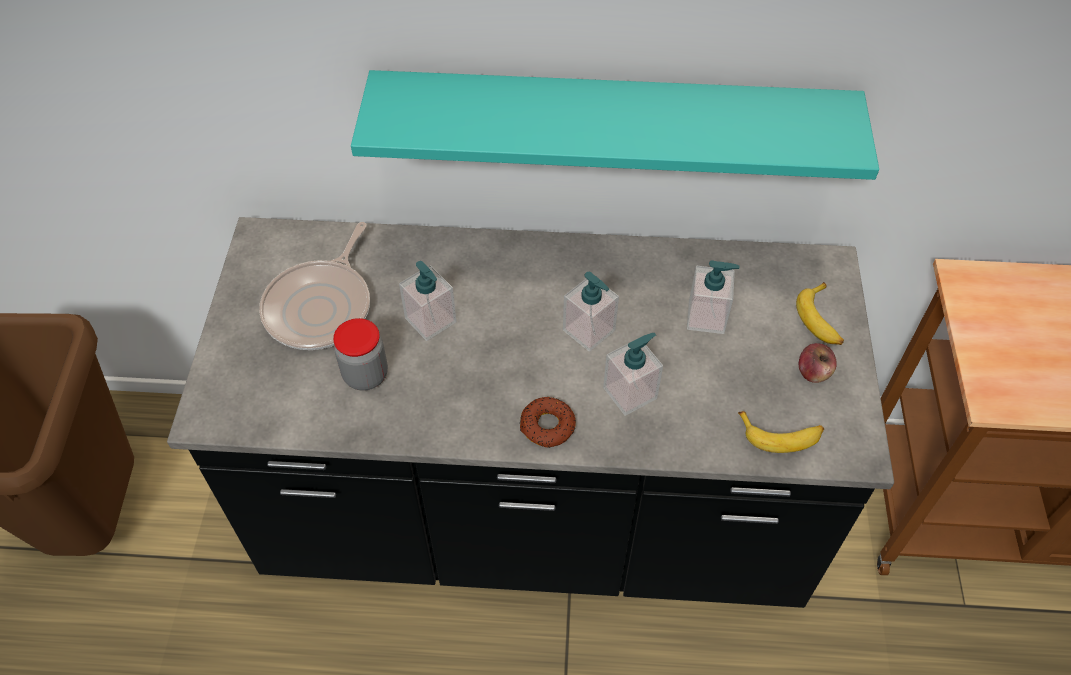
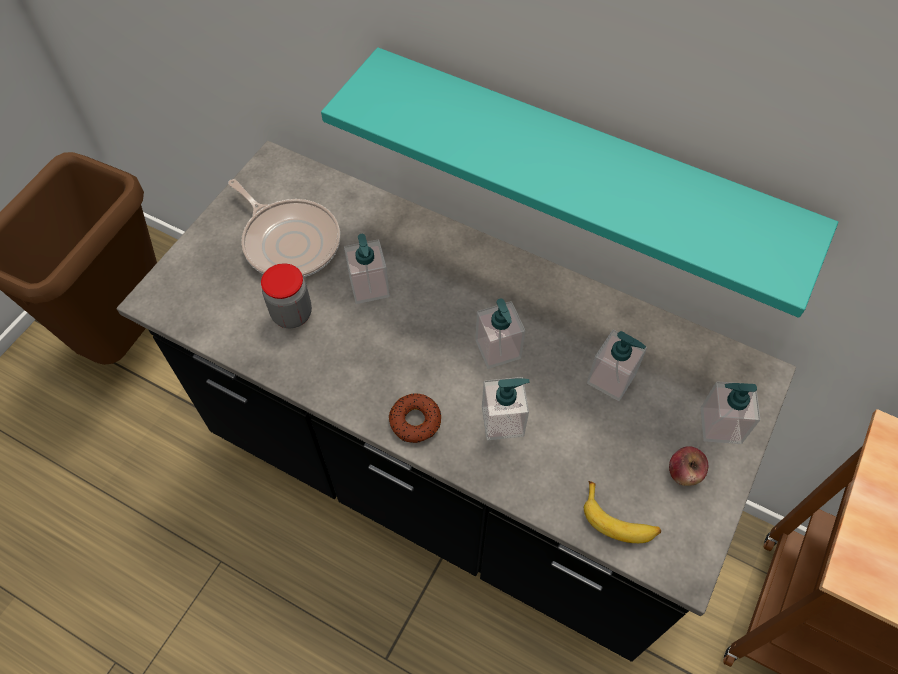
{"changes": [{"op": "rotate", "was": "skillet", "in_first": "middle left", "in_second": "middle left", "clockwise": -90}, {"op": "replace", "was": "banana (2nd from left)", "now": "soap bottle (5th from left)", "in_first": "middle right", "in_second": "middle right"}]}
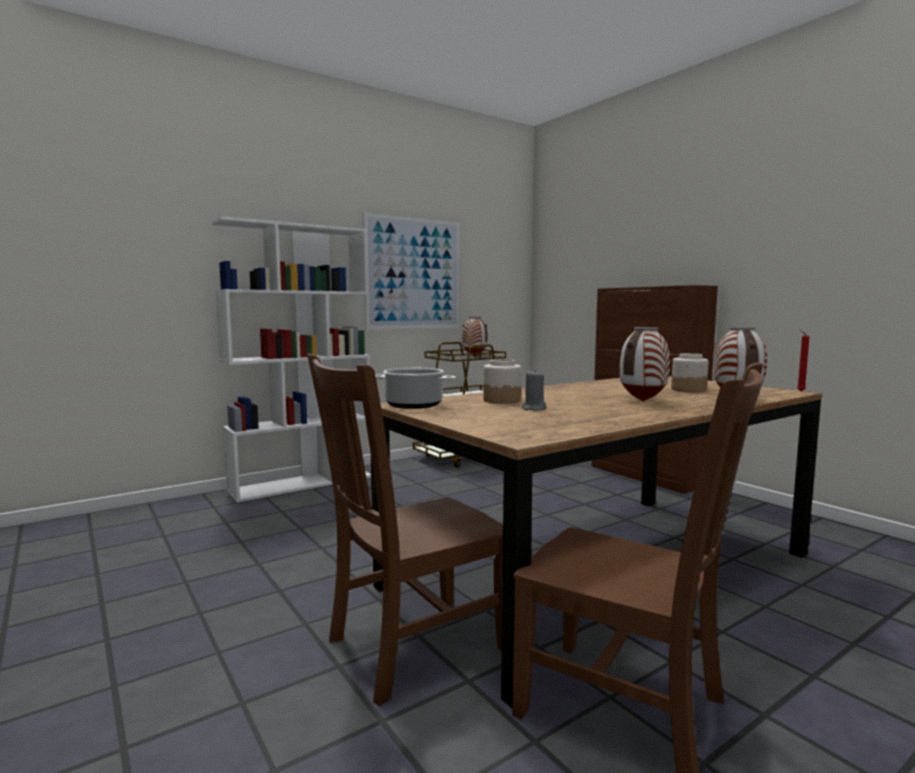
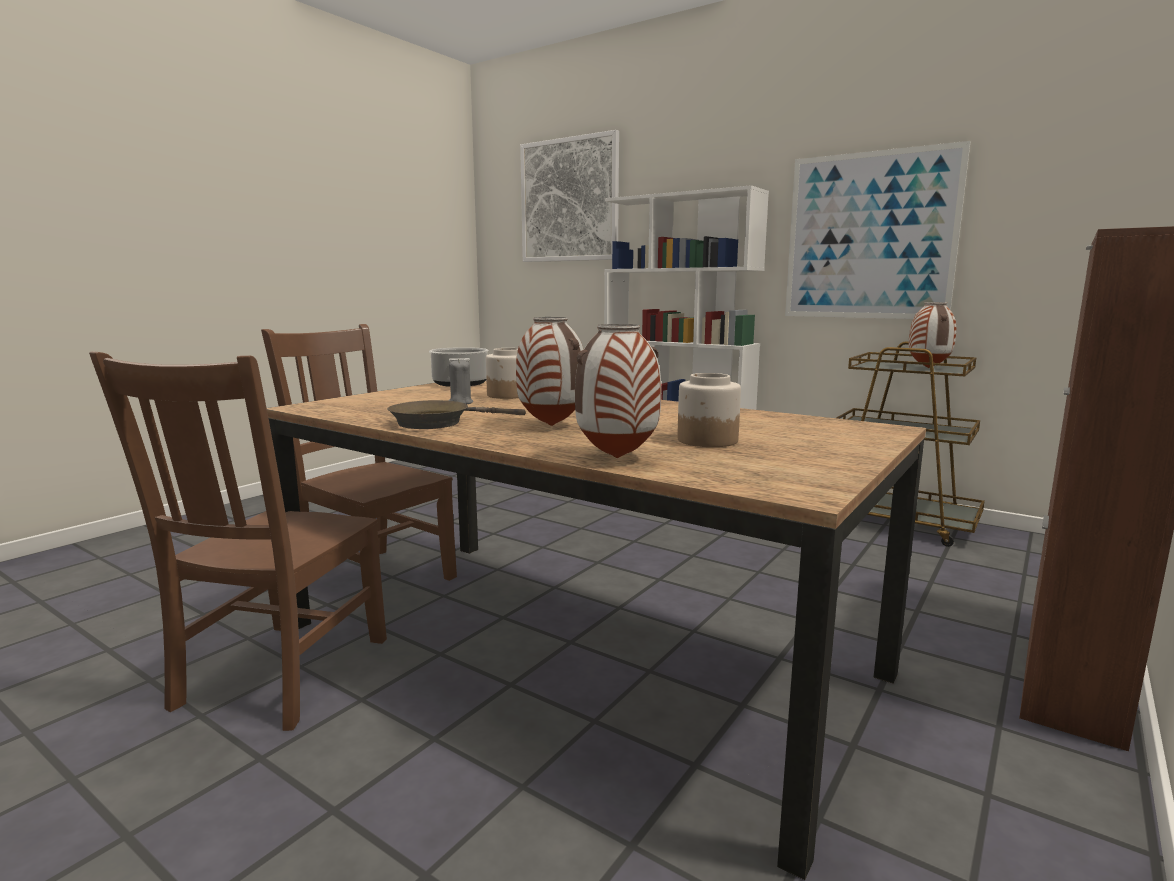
{"changes": [{"op": "delete", "was": "reddish wax light", "in_first": "middle right"}, {"op": "insert", "now": "brown skillet", "in_second": "centre"}, {"op": "insert", "now": "picture (1st from left)", "in_second": "top centre"}]}
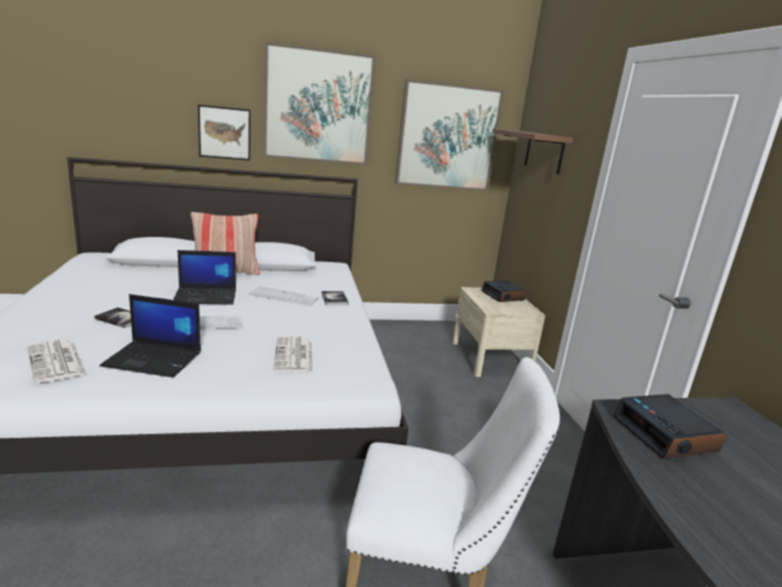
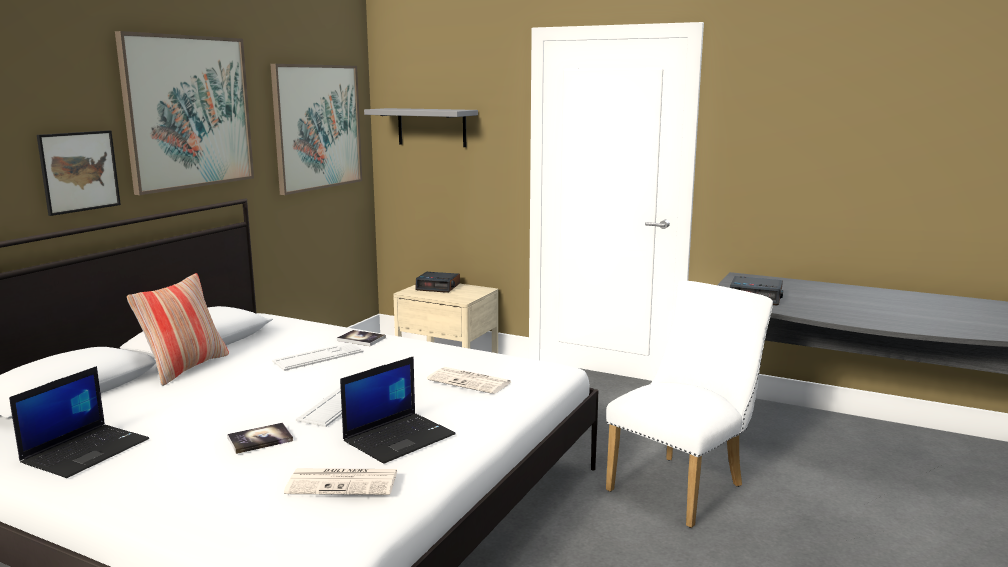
{"changes": [{"op": "move", "was": "notebook computer (2nd from left in the first image)", "now": "notebook computer (1st from left)", "in_first": "middle left", "in_second": "bottom left"}, {"op": "recolor", "was": "brown shelf", "now": "greyish shelf", "in_first": "top right", "in_second": "top centre"}]}
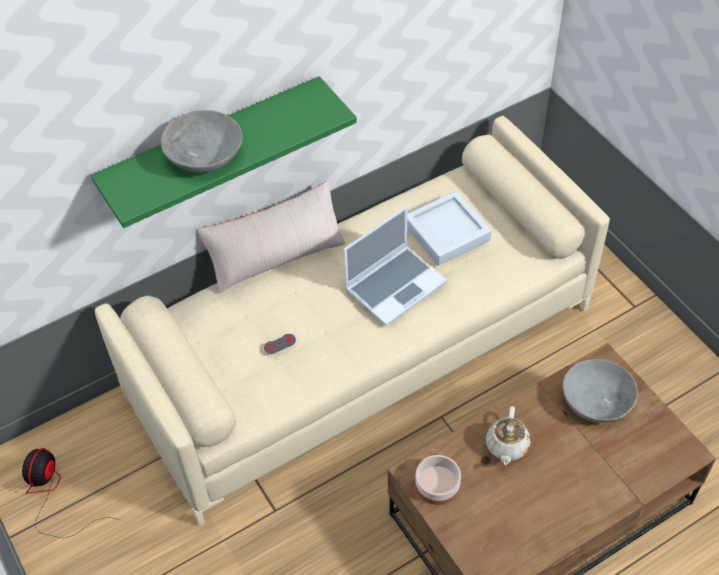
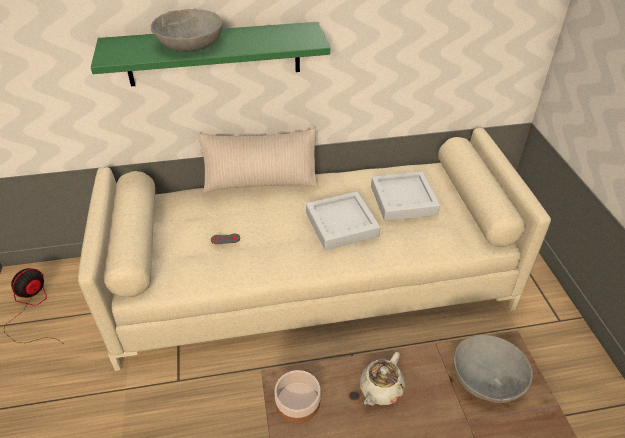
{"changes": [{"op": "replace", "was": "notebook computer", "now": "greyish carrying tray (1st from left)", "in_first": "centre", "in_second": "centre"}]}
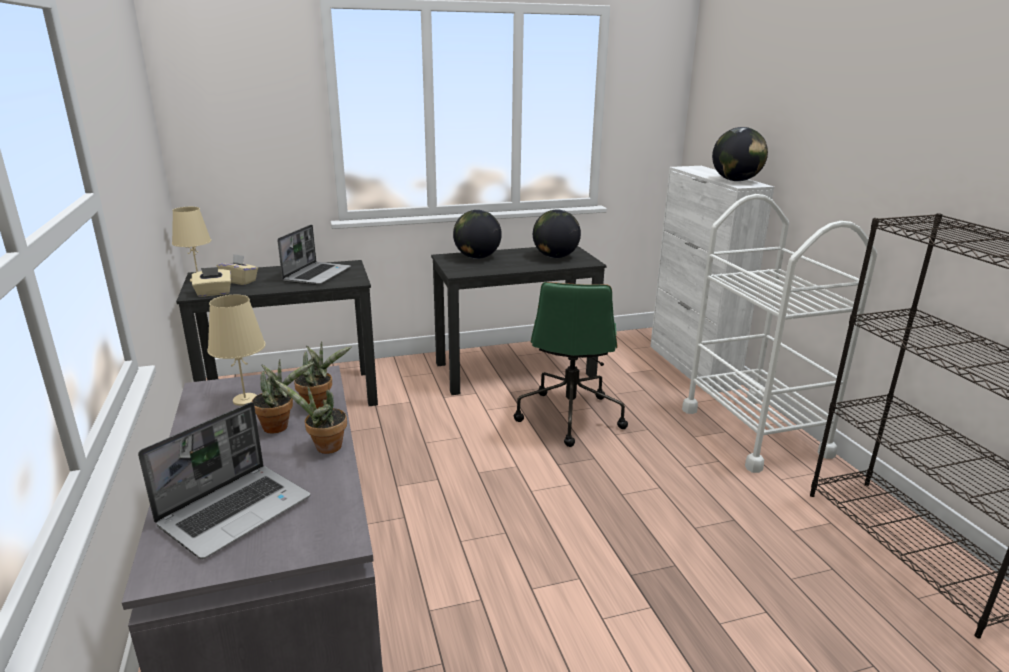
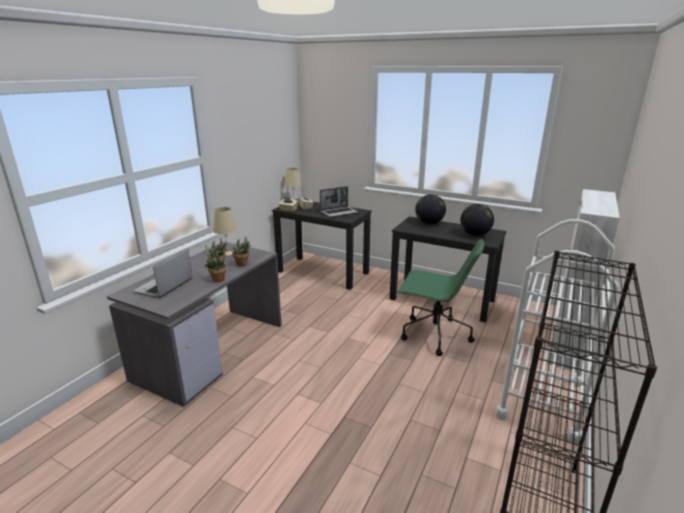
{"changes": [{"op": "rotate", "was": "notebook computer (1st from left)", "in_first": "bottom left", "in_second": "middle left", "clockwise": 120}, {"op": "rotate", "was": "greenish office chair", "in_first": "centre", "in_second": "centre", "clockwise": -120}, {"op": "delete", "was": "desk globe (3rd from left)", "in_first": "top right"}]}
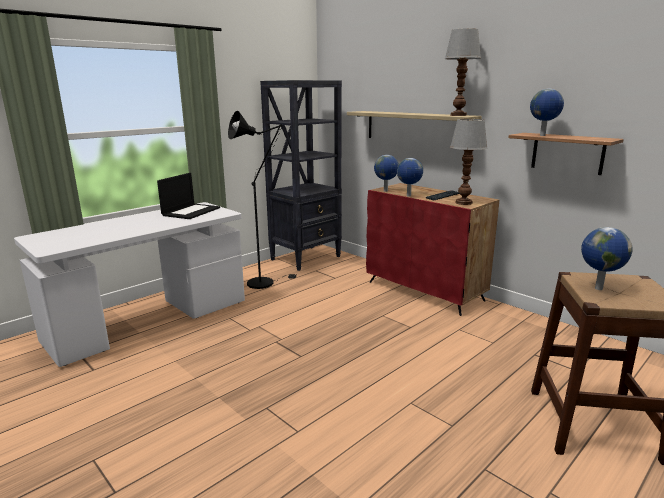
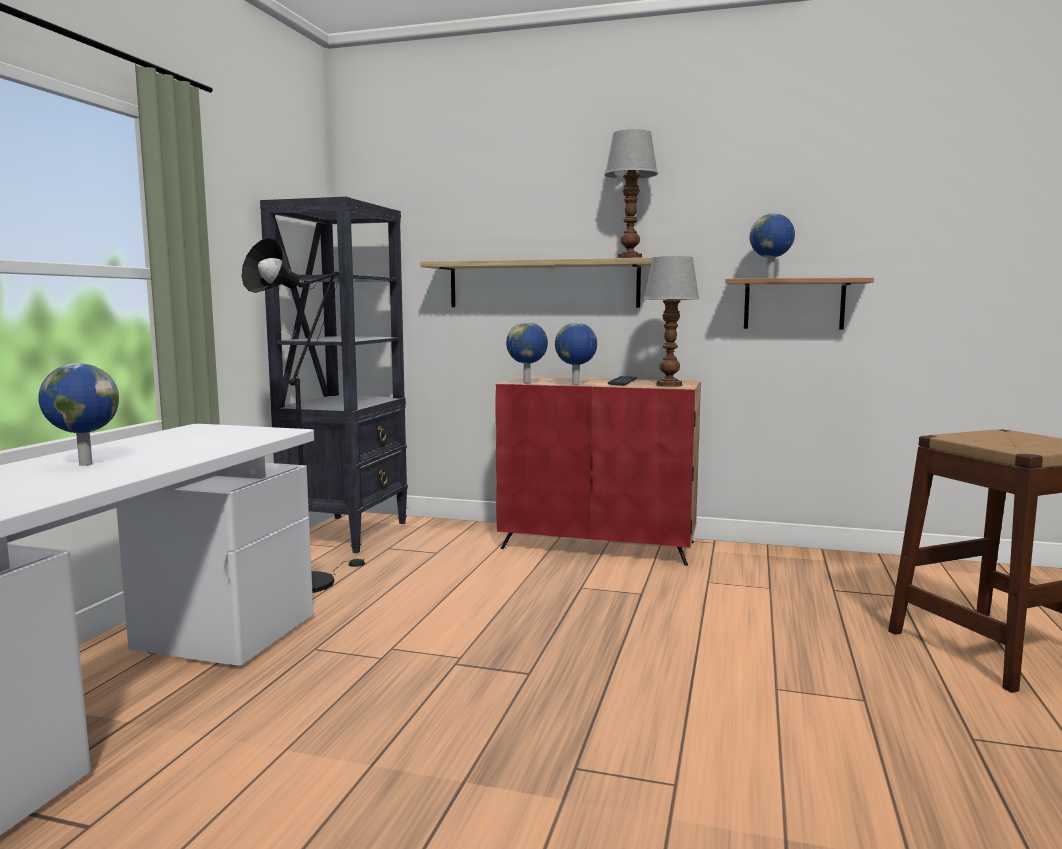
{"changes": [{"op": "delete", "was": "notebook computer", "in_first": "middle left"}, {"op": "move", "was": "desk globe (4th from left in the first image)", "now": "desk globe (1st from left)", "in_first": "middle right", "in_second": "middle left"}]}
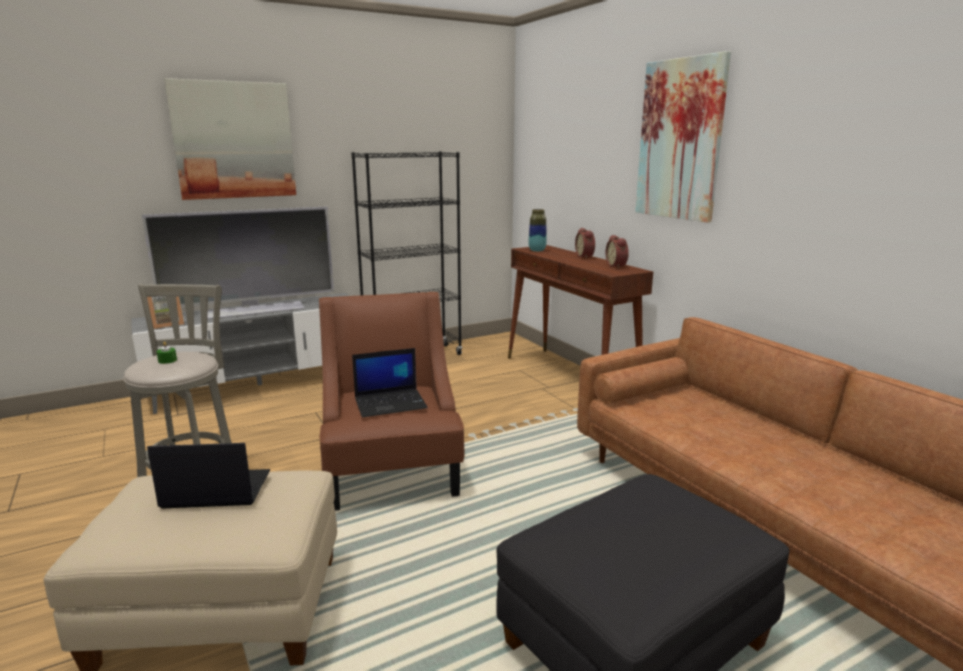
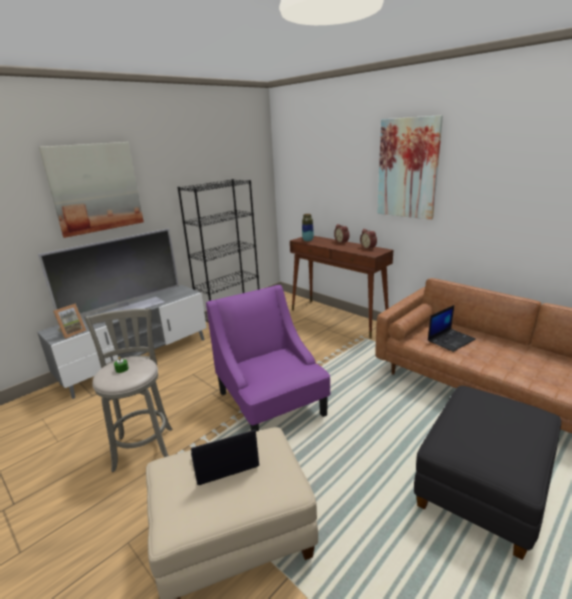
{"changes": [{"op": "recolor", "was": "brown easy chair", "now": "purplish easy chair", "in_first": "centre", "in_second": "centre"}, {"op": "move", "was": "notebook computer (2nd from left)", "in_first": "centre", "in_second": "middle right"}]}
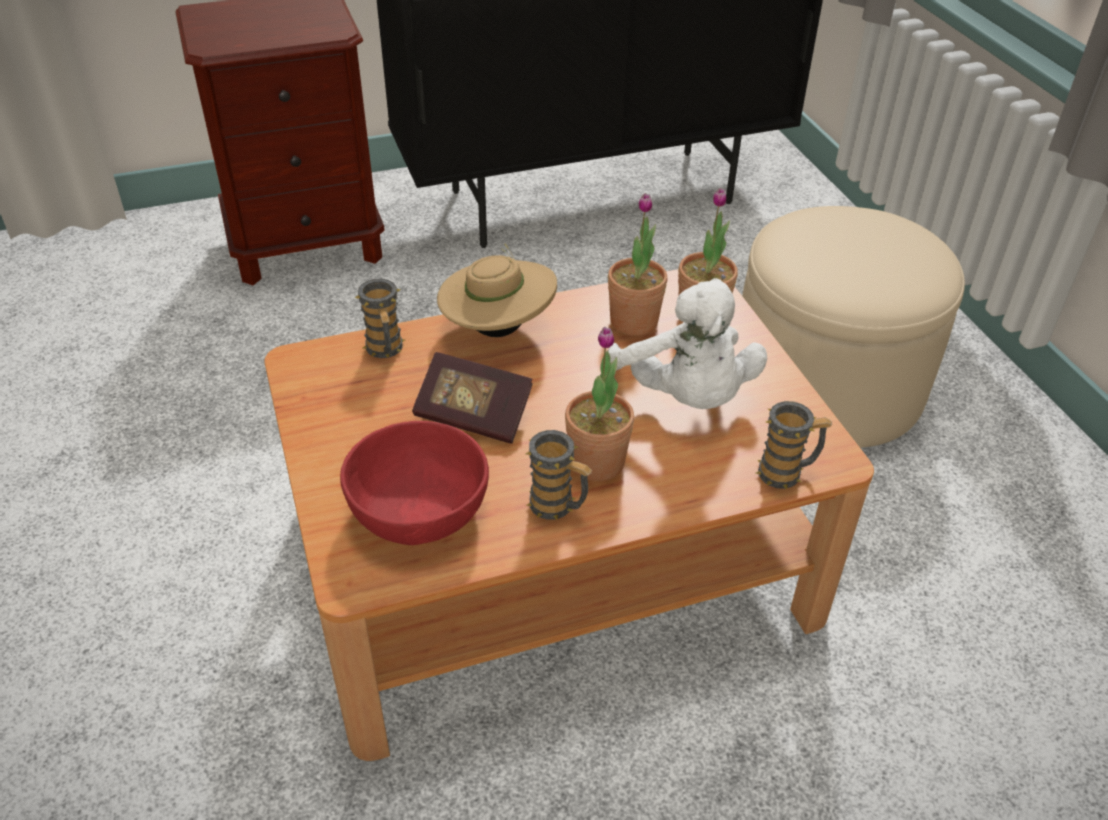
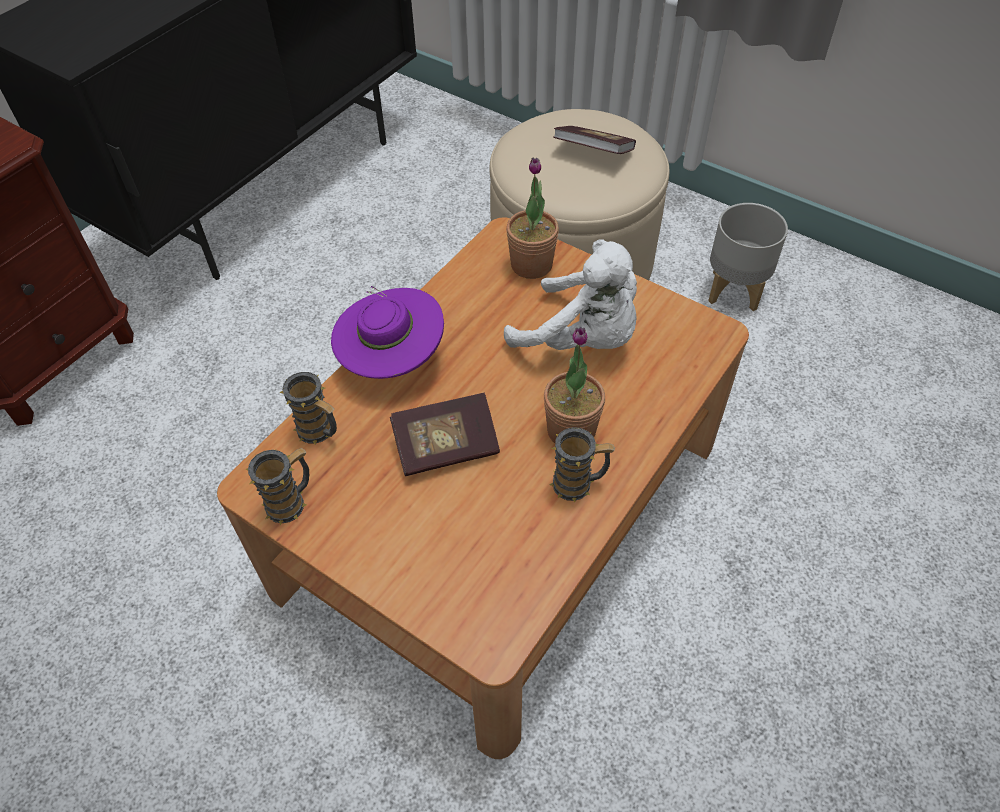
{"changes": [{"op": "delete", "was": "reddish bowl", "in_first": "centre"}, {"op": "recolor", "was": "beige-coloured clothing hat", "now": "purplish clothing hat", "in_first": "centre", "in_second": "centre"}, {"op": "delete", "was": "plant in a pot (2nd from left)", "in_first": "top centre"}, {"op": "move", "was": "mug (3rd from left in the first image)", "now": "mug (1st from left)", "in_first": "middle right", "in_second": "middle left"}, {"op": "insert", "now": "bound book (2nd from left)", "in_second": "top centre"}, {"op": "insert", "now": "greyish plant pot", "in_second": "top right"}]}
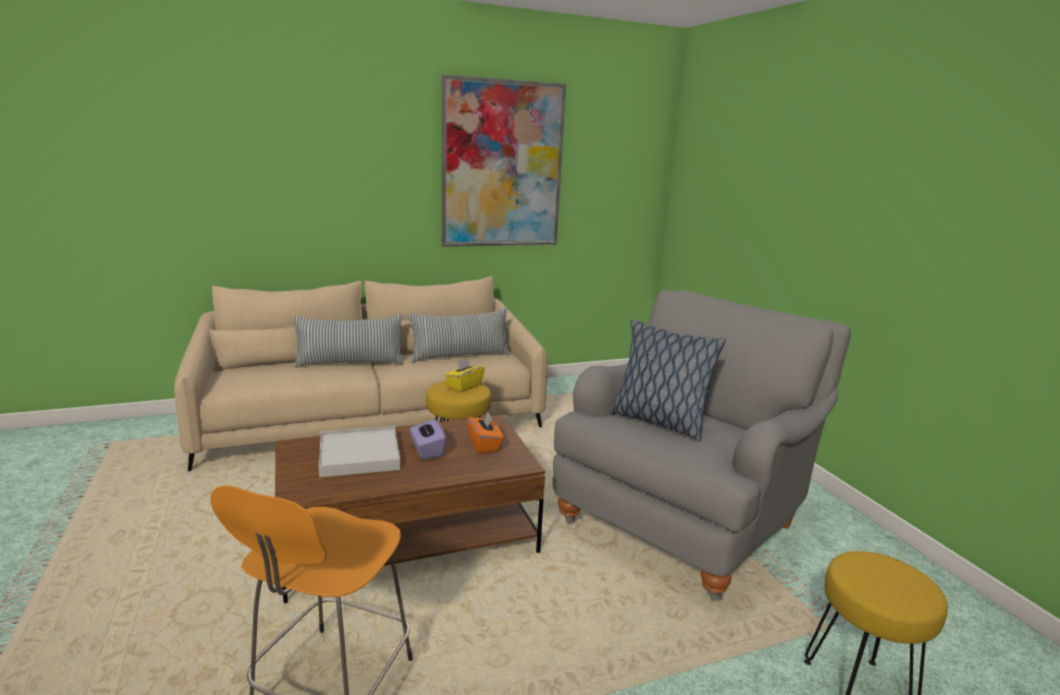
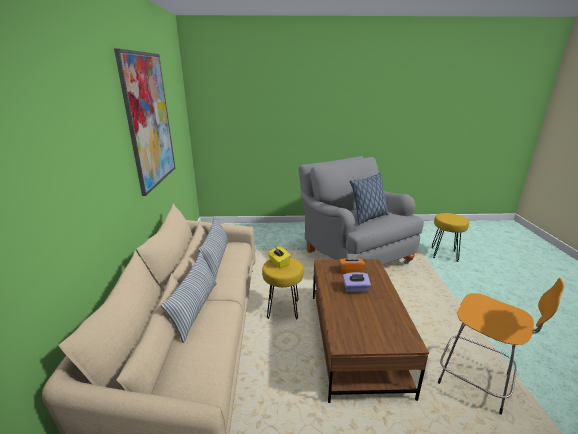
{"changes": [{"op": "delete", "was": "white carrying tray", "in_first": "centre"}]}
